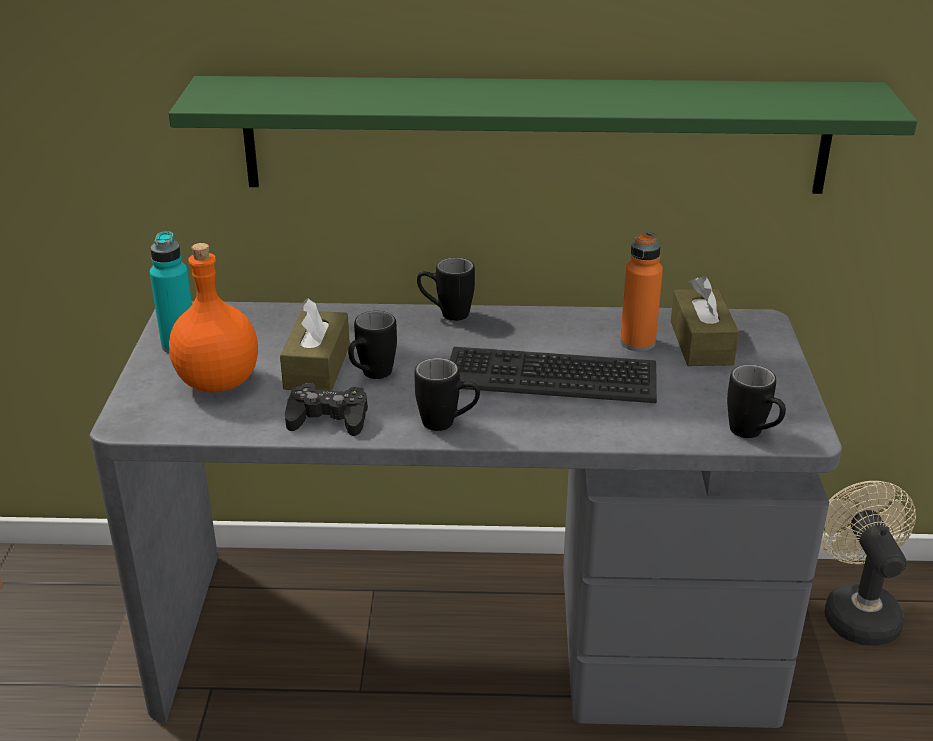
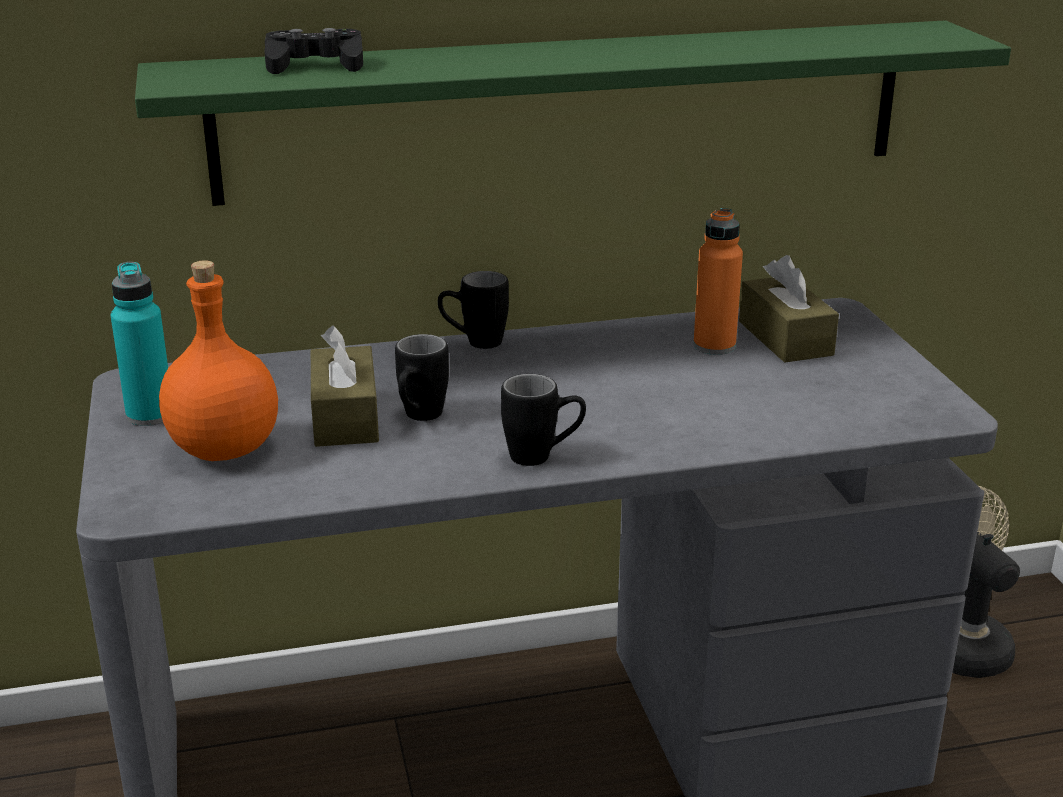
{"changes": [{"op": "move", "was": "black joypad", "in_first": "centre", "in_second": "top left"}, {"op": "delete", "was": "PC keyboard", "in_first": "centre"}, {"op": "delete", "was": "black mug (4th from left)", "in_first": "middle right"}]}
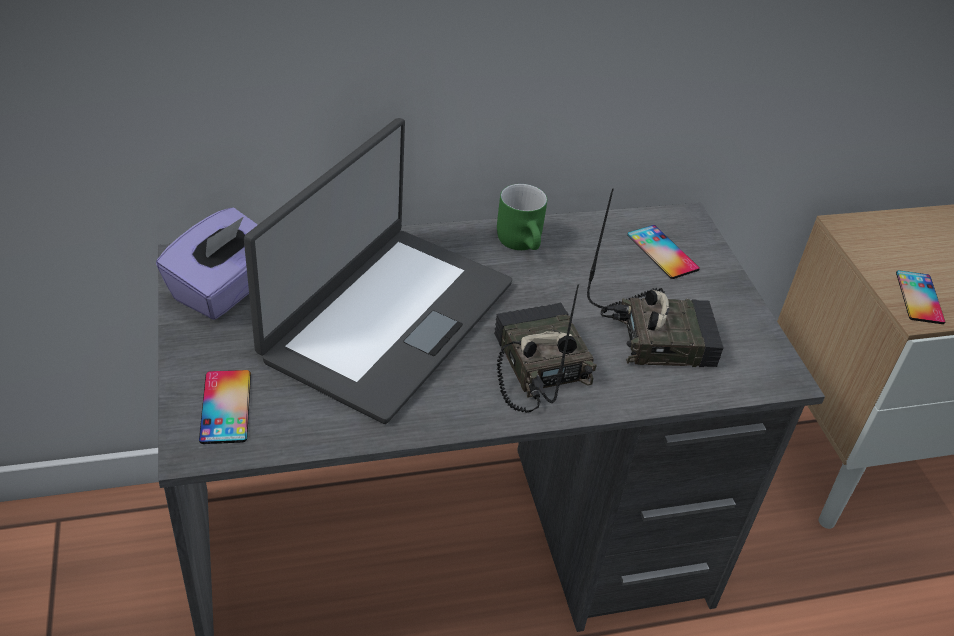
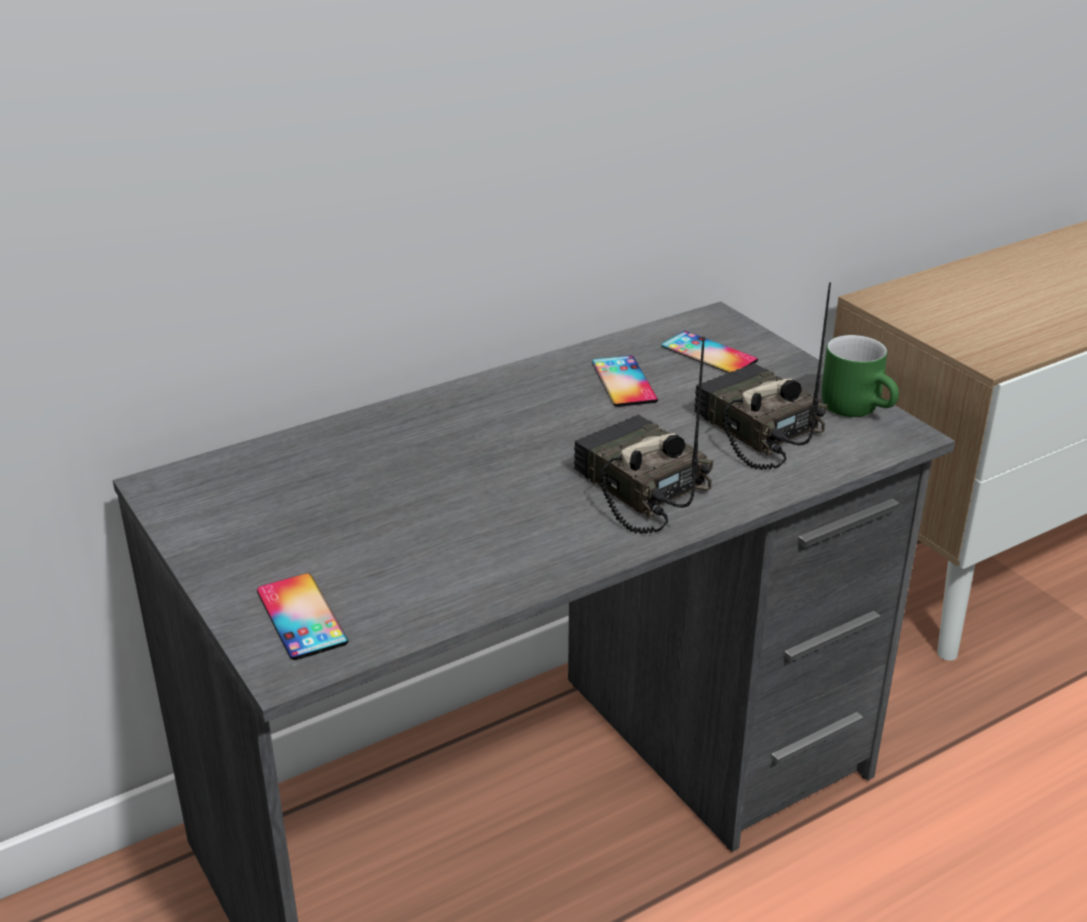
{"changes": [{"op": "delete", "was": "purplish tissue box", "in_first": "middle left"}, {"op": "delete", "was": "notebook computer", "in_first": "centre"}, {"op": "move", "was": "greenish mug", "in_first": "centre", "in_second": "middle right"}, {"op": "rotate", "was": "radio set (2nd from left)", "in_first": "middle right", "in_second": "middle right", "clockwise": -105}, {"op": "move", "was": "phone (3rd from left in the first image)", "now": "phone (2nd from left)", "in_first": "middle right", "in_second": "centre"}]}
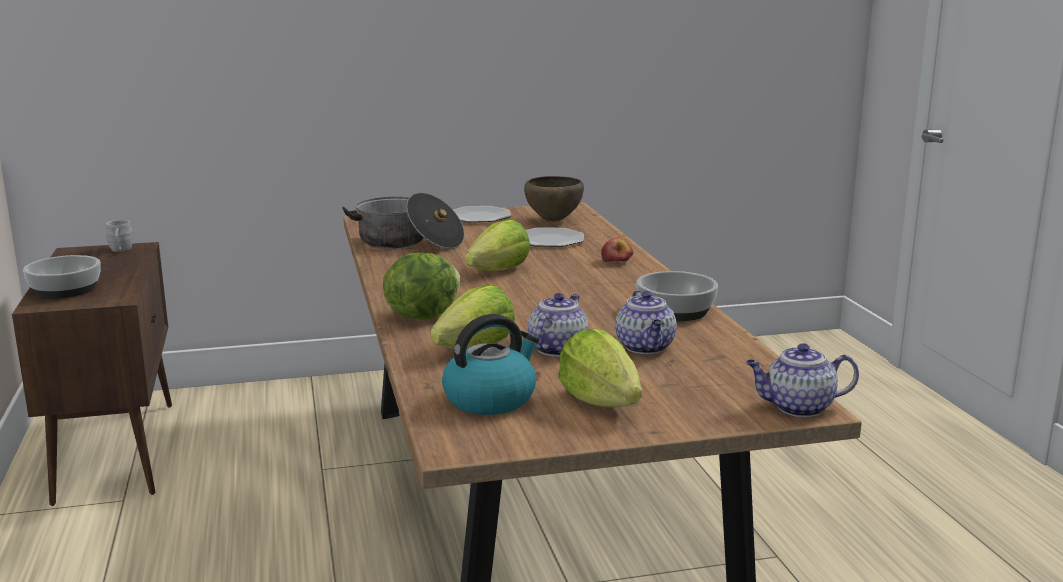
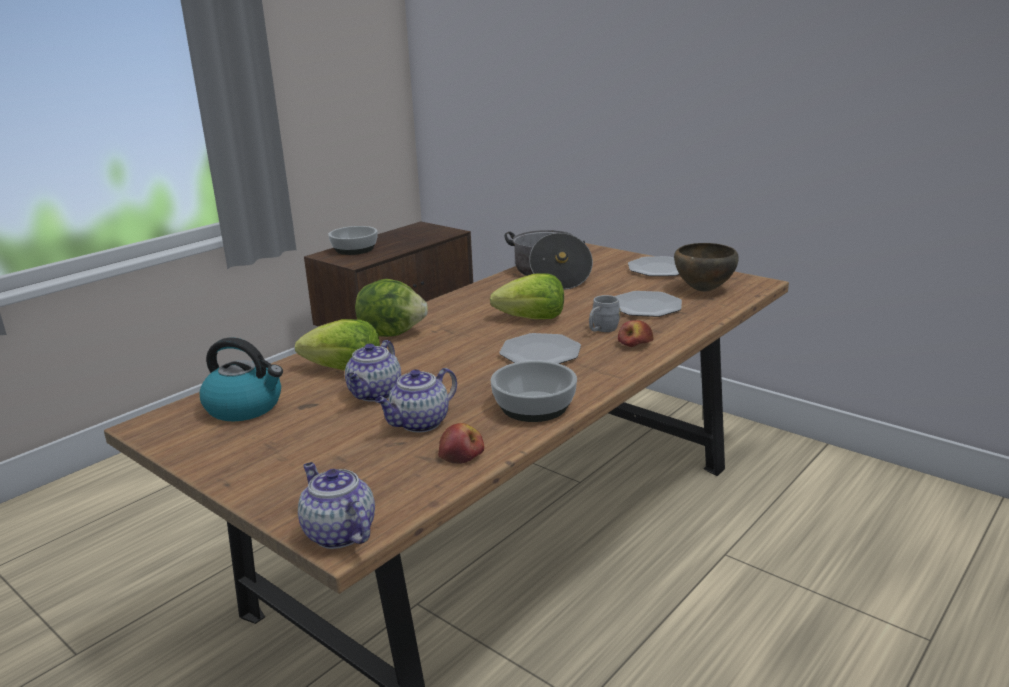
{"changes": [{"op": "move", "was": "greyish mug", "in_first": "middle left", "in_second": "centre"}, {"op": "rotate", "was": "pot for tea (1st from left in the first image)", "in_first": "centre", "in_second": "centre", "clockwise": 120}, {"op": "delete", "was": "head of lettuce (4th from left)", "in_first": "centre"}, {"op": "insert", "now": "apple fruit (1st from left)", "in_second": "centre"}, {"op": "insert", "now": "flat dish (1st from left)", "in_second": "centre"}]}
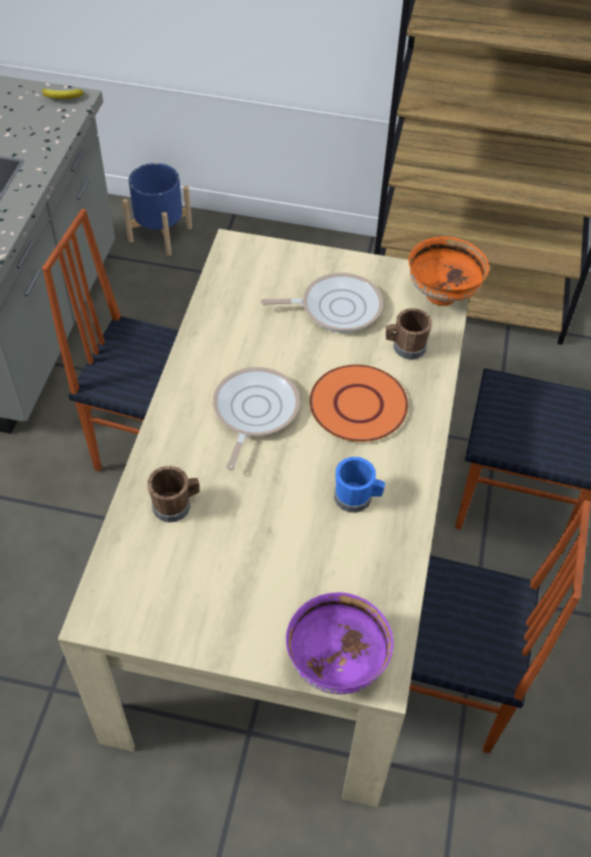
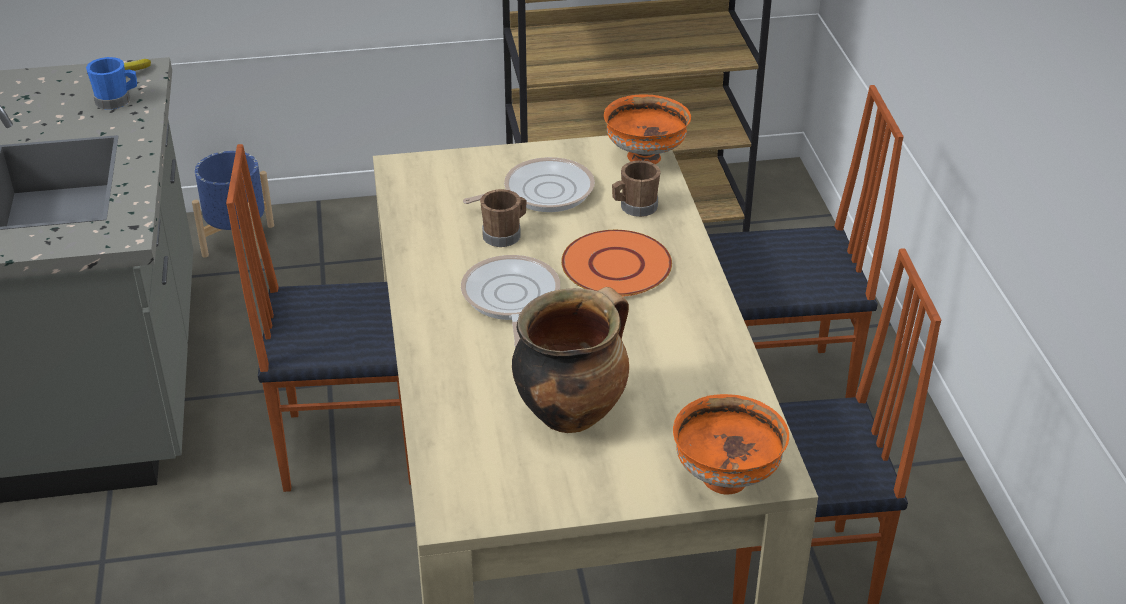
{"changes": [{"op": "move", "was": "brown mug (1st from left)", "in_first": "middle left", "in_second": "centre"}, {"op": "recolor", "was": "purplish bowl", "now": "orange bowl (2nd from left)", "in_first": "bottom centre", "in_second": "bottom centre"}, {"op": "move", "was": "bluish mug", "in_first": "centre", "in_second": "top left"}, {"op": "insert", "now": "stockpot", "in_second": "centre"}]}
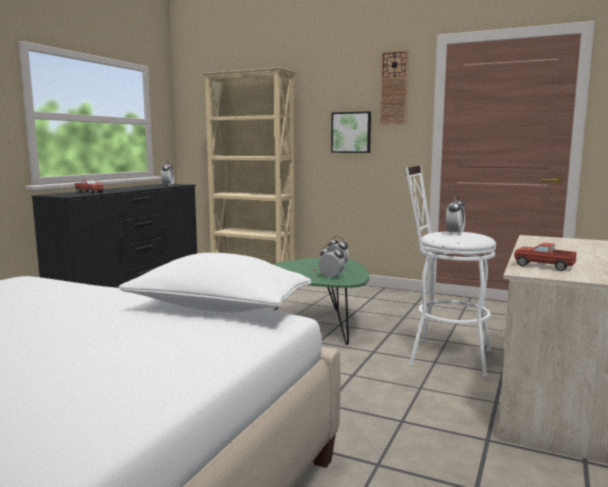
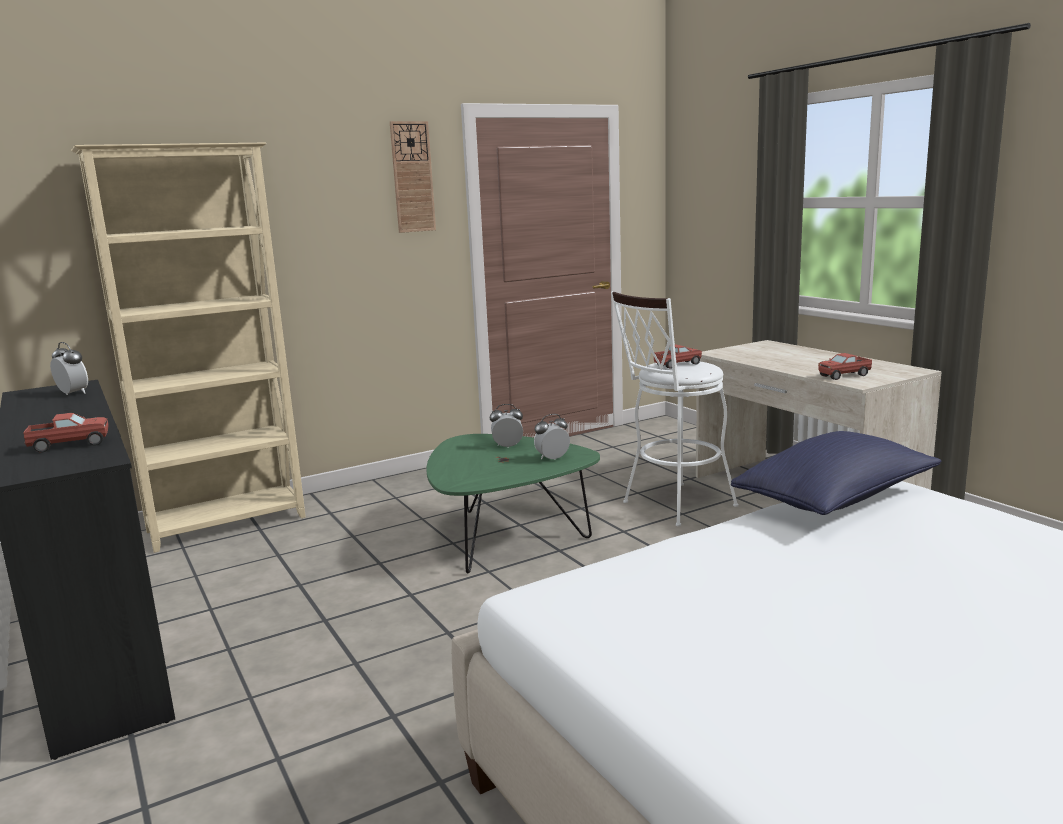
{"changes": [{"op": "recolor", "was": "white throw pillow", "now": "bluish throw pillow", "in_first": "centre", "in_second": "middle right"}, {"op": "delete", "was": "picture", "in_first": "top centre"}, {"op": "replace", "was": "bedside clock (4th from left)", "now": "toy truck (2nd from left)", "in_first": "middle right", "in_second": "centre"}]}
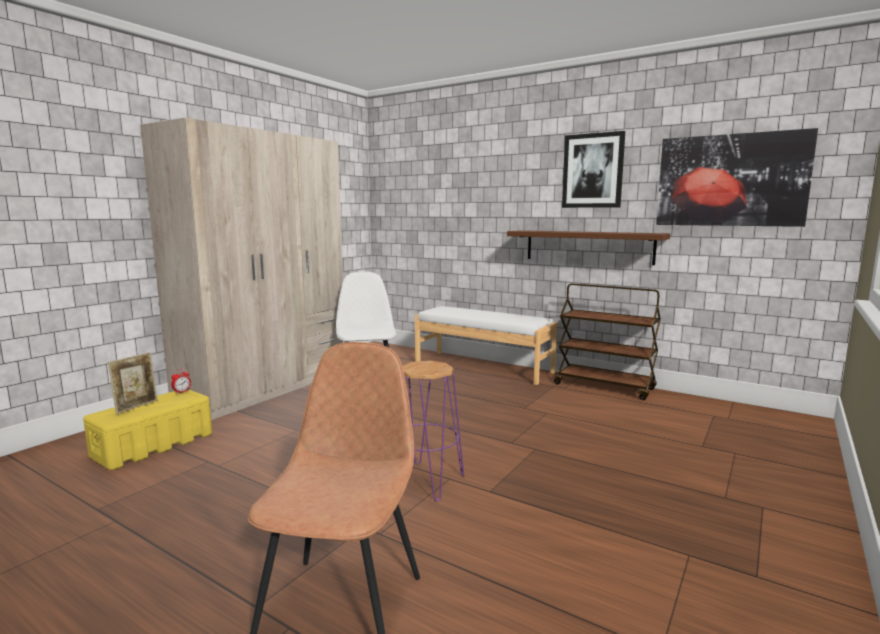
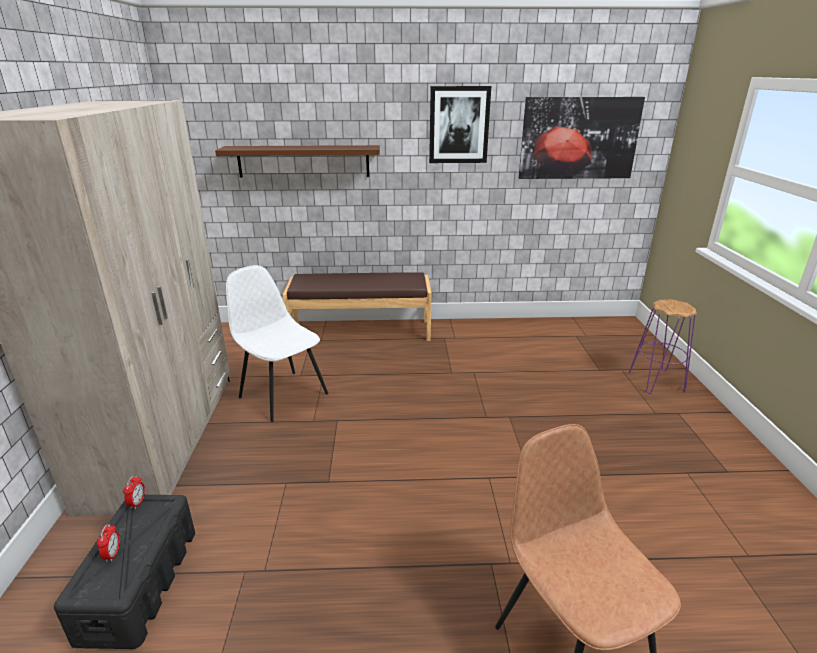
{"changes": [{"op": "recolor", "was": "yellowish storage box", "now": "black storage box", "in_first": "bottom left", "in_second": "bottom left"}, {"op": "replace", "was": "photo frame", "now": "bedside clock (1st from left)", "in_first": "middle left", "in_second": "bottom left"}, {"op": "move", "was": "purplish sitting stool", "in_first": "bottom centre", "in_second": "middle right"}, {"op": "recolor", "was": "white bench", "now": "brown bench", "in_first": "centre", "in_second": "centre"}, {"op": "move", "was": "brown shelf", "in_first": "middle right", "in_second": "top centre"}, {"op": "delete", "was": "brown wheeled cart", "in_first": "middle right"}]}
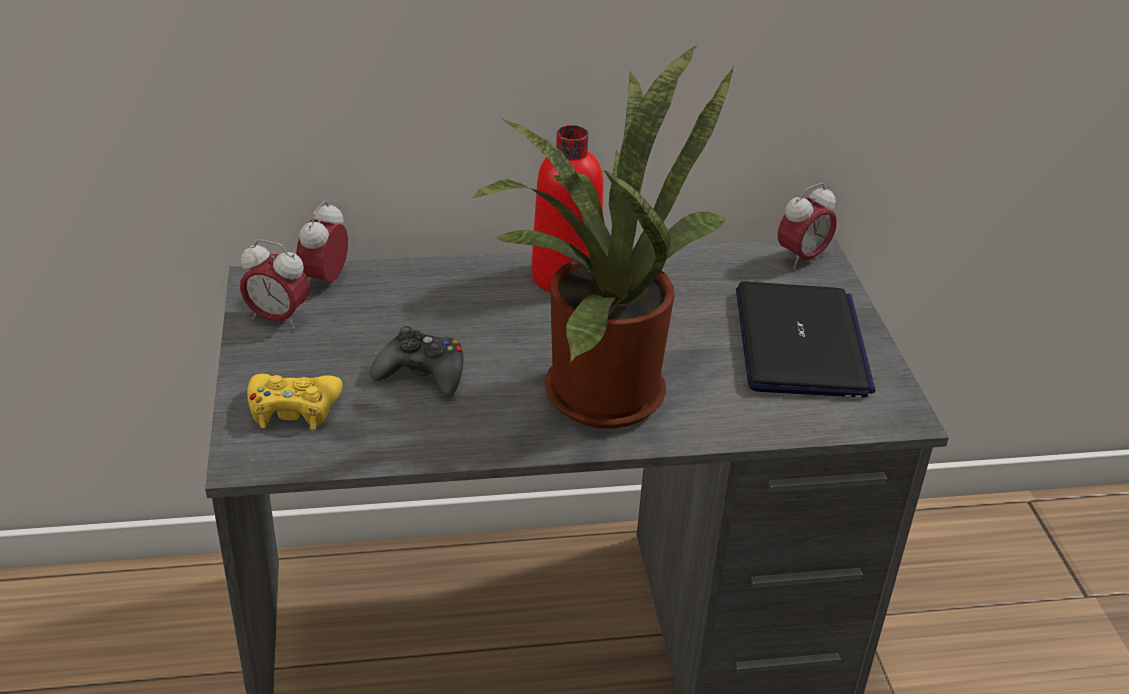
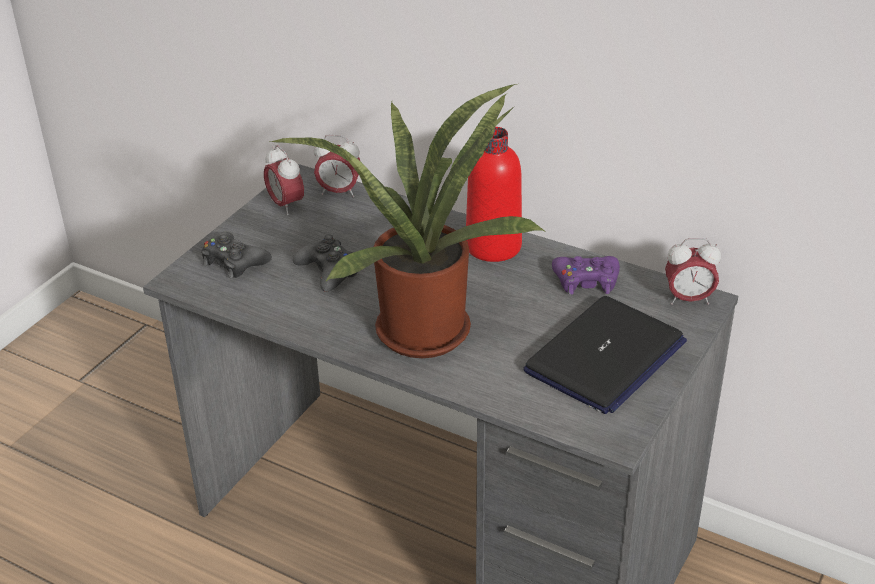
{"changes": [{"op": "recolor", "was": "yellowish joypad", "now": "black joypad (1st from left)", "in_first": "middle left", "in_second": "middle left"}, {"op": "rotate", "was": "bedside clock (2nd from left)", "in_first": "middle left", "in_second": "top centre", "clockwise": -135}, {"op": "insert", "now": "purplish joypad", "in_second": "middle right"}]}
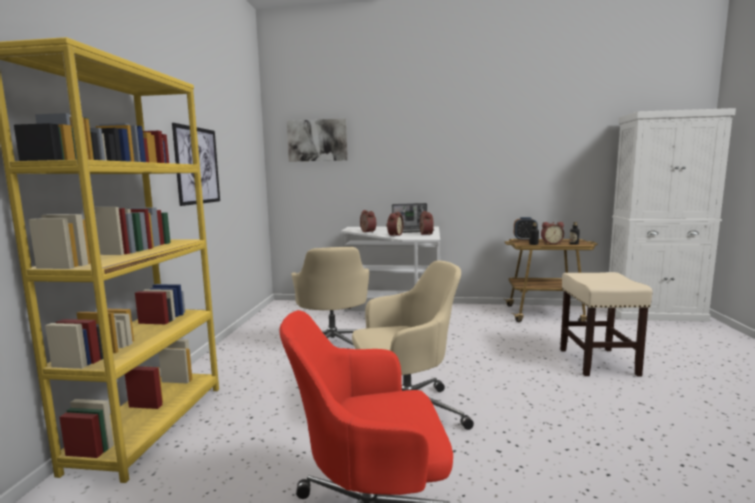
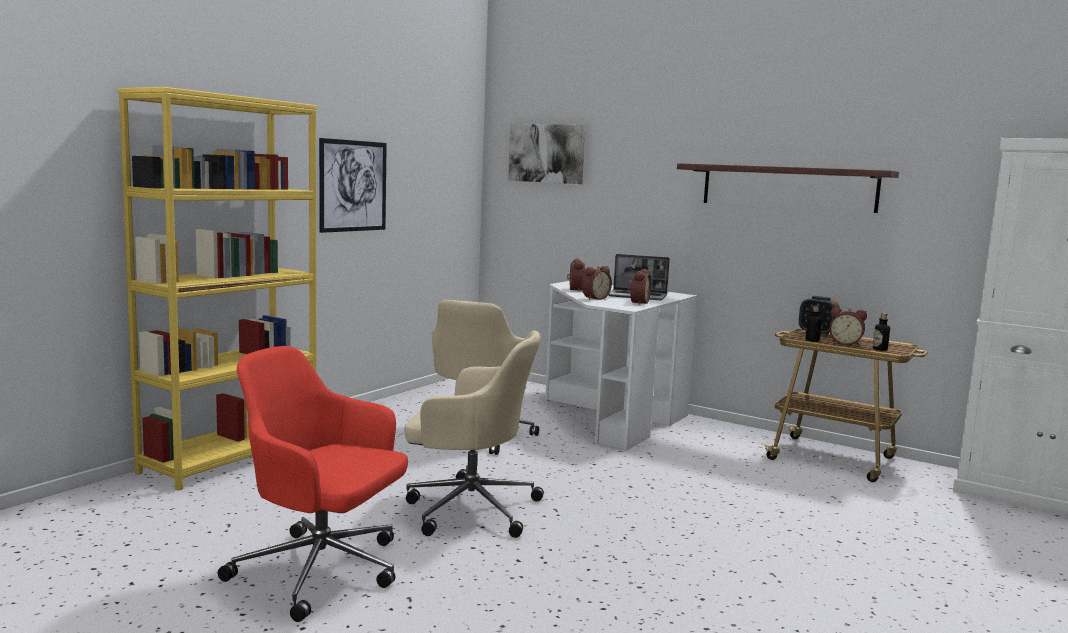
{"changes": [{"op": "delete", "was": "beige-coloured sitting stool", "in_first": "middle right"}, {"op": "insert", "now": "shelf", "in_second": "top right"}]}
